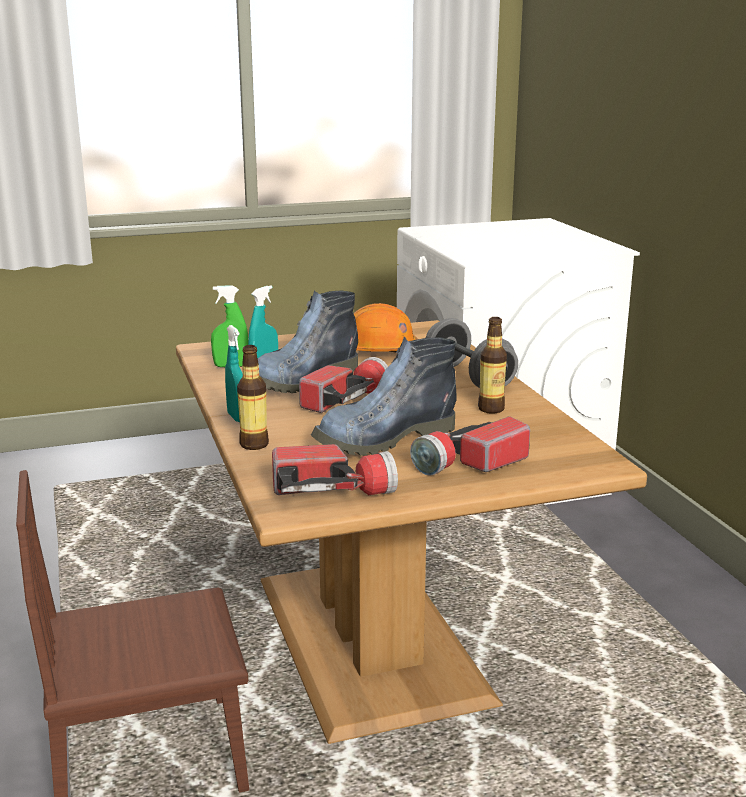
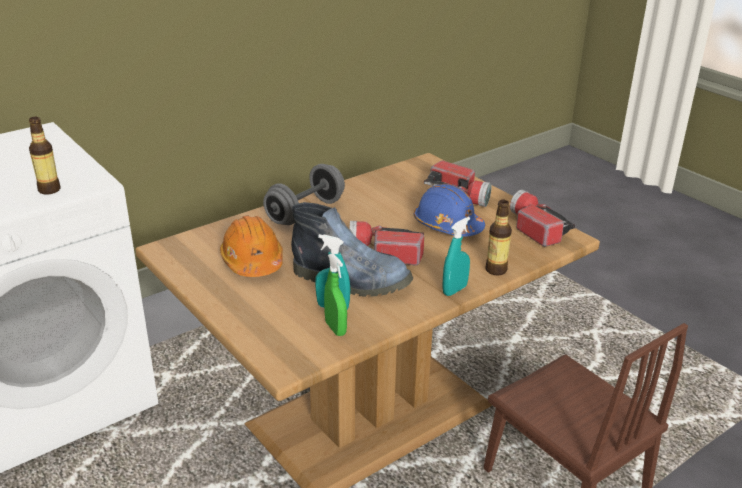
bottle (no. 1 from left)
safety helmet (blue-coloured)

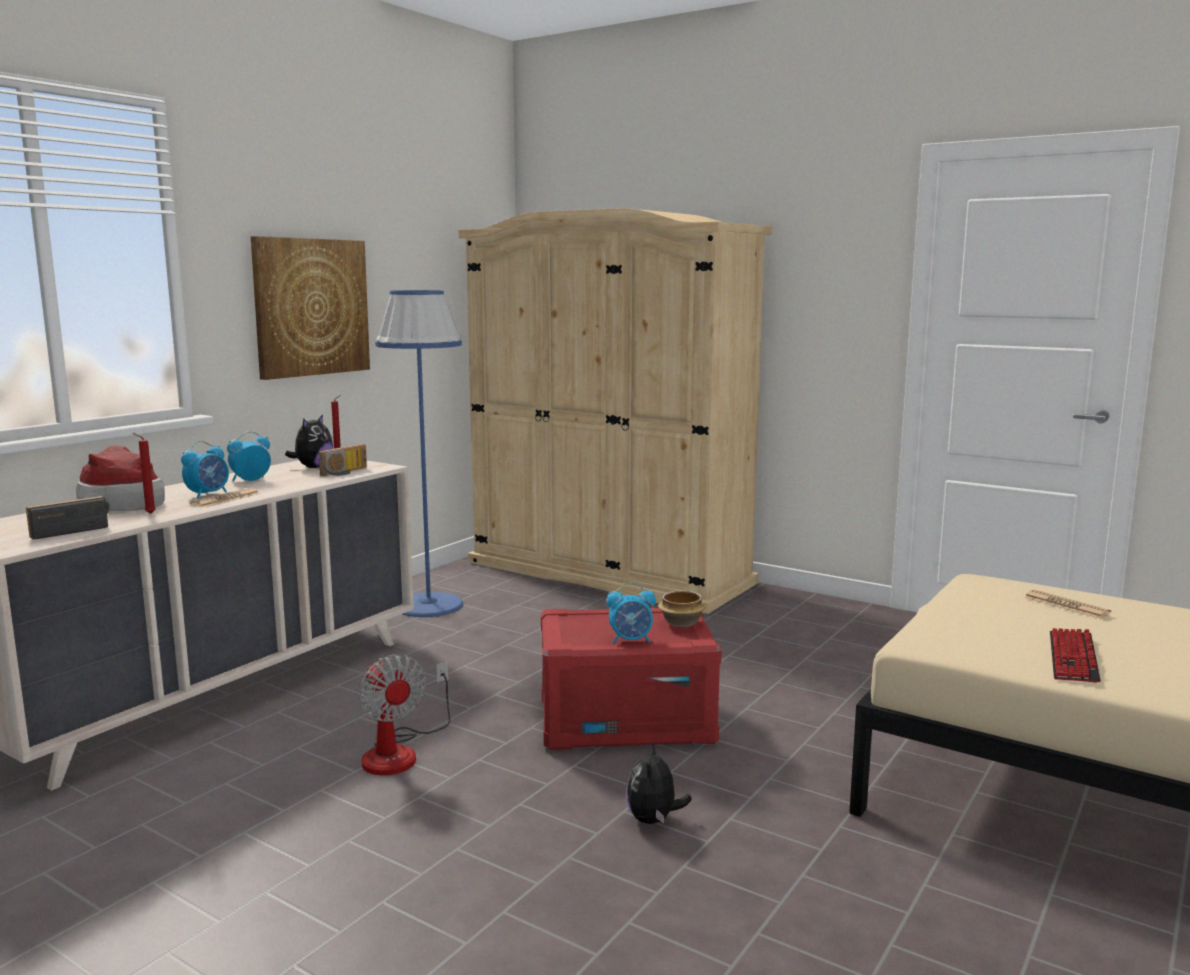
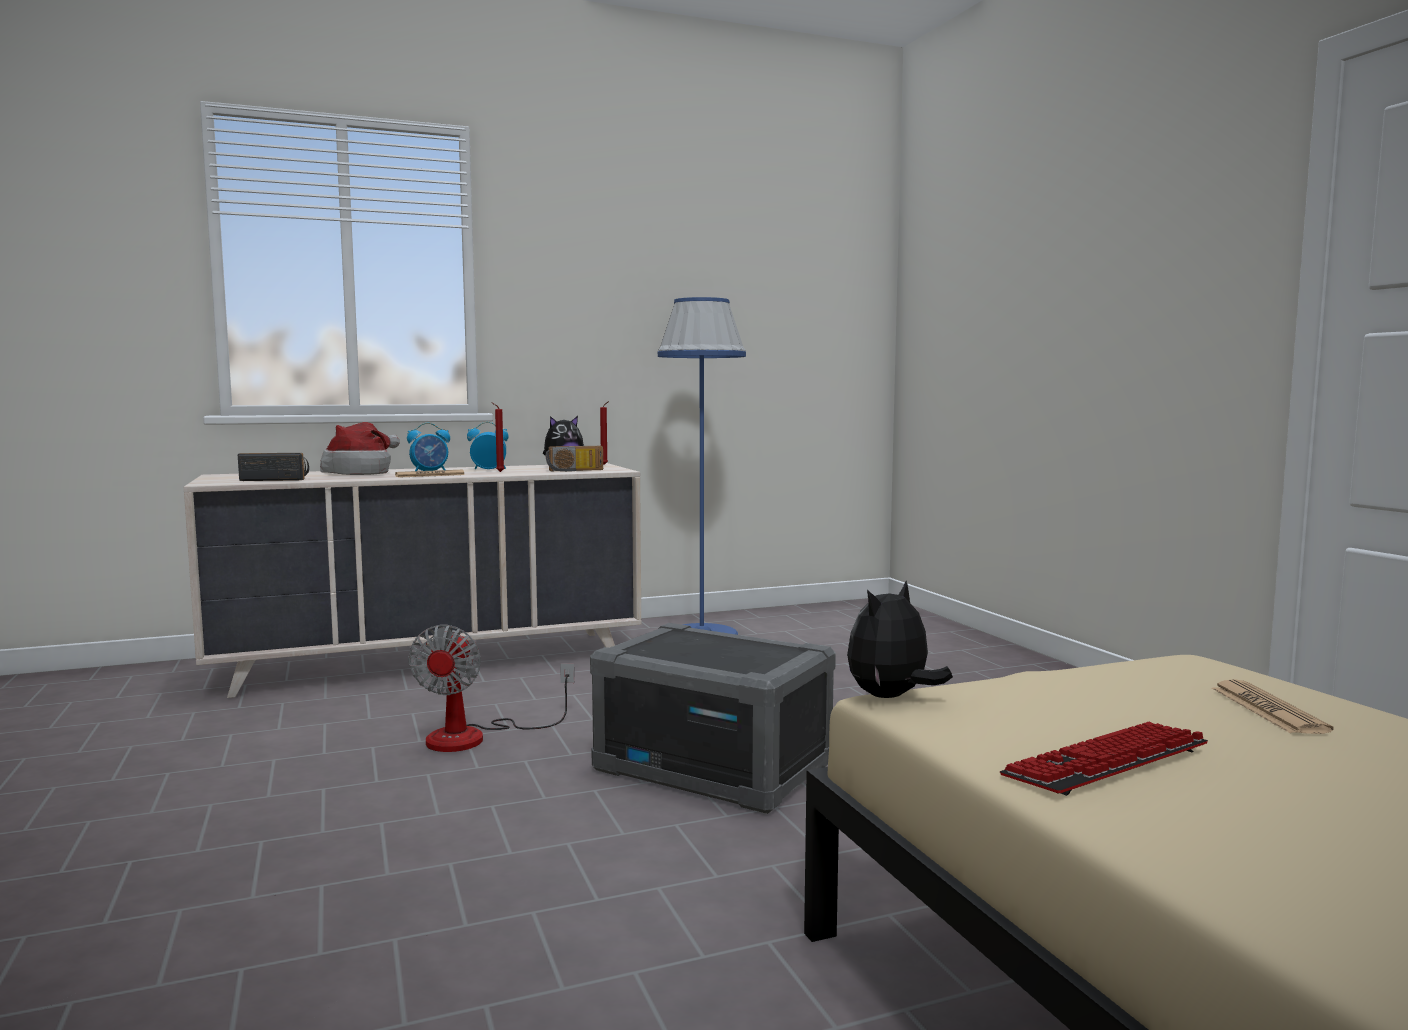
wax candle (red-coloured) (no. 1 from left)
storage box (grey)
cuddly toy (no. 2 from left)
wall art
wardrobe (beige)
table clock (no. 3 from left in the first image)
bowl

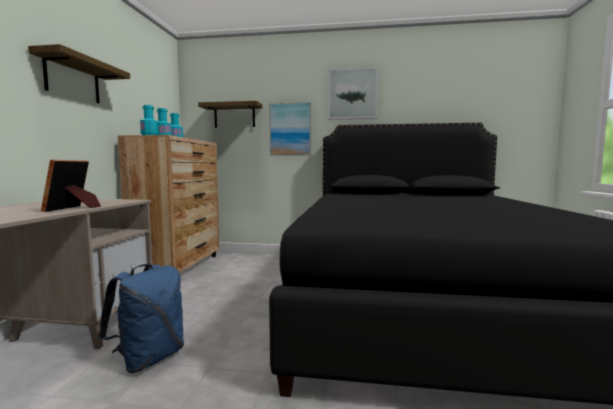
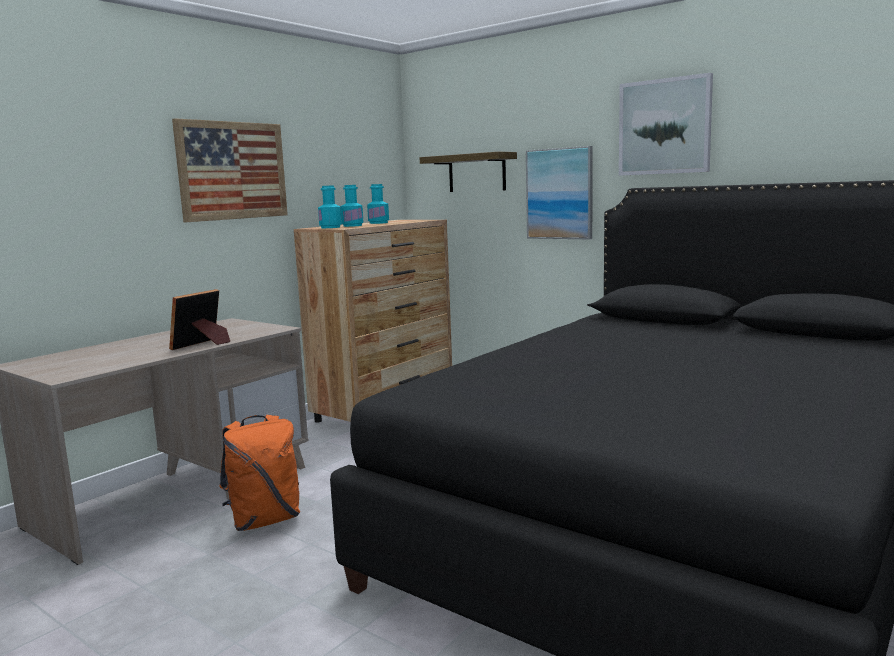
wall art (no. 1 from left)
rucksack (orange)

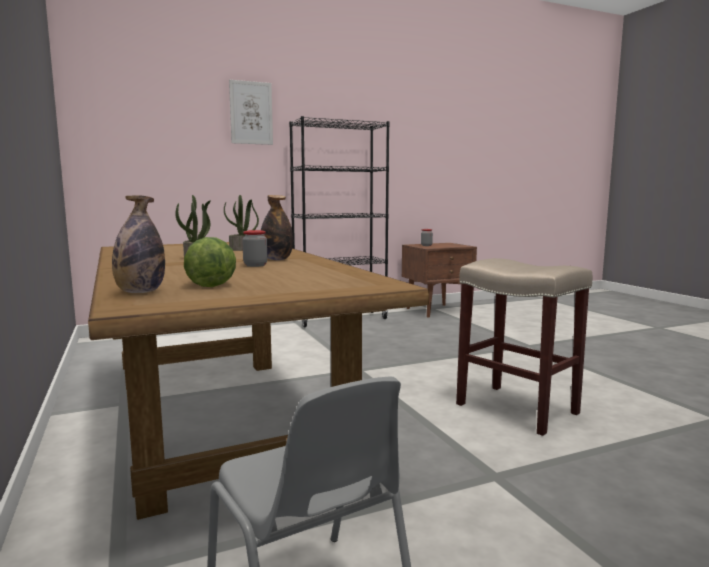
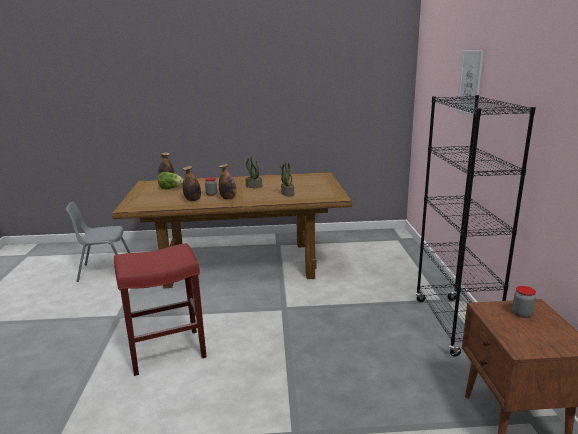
stool (red-coloured)
bottle (no. 2 from left)

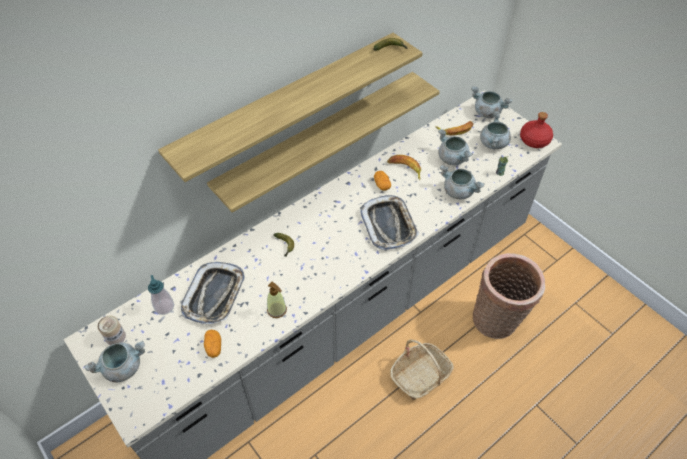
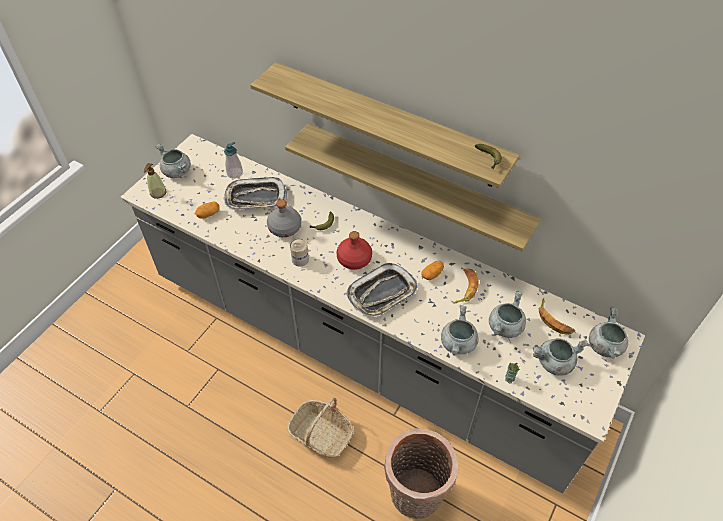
soap bottle (no. 1 from left)
bottle (grey)
metal can
bottle (red-coloured)

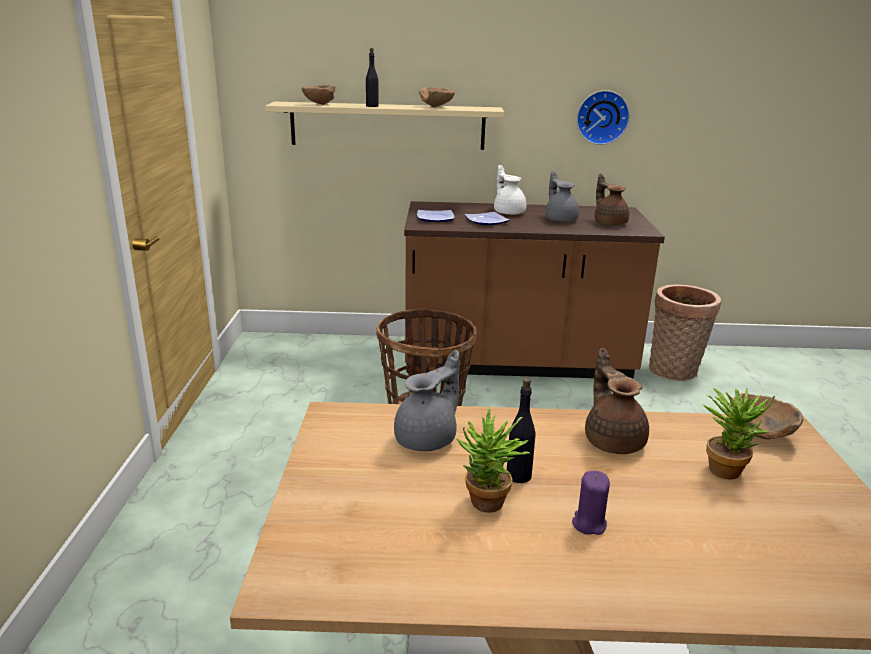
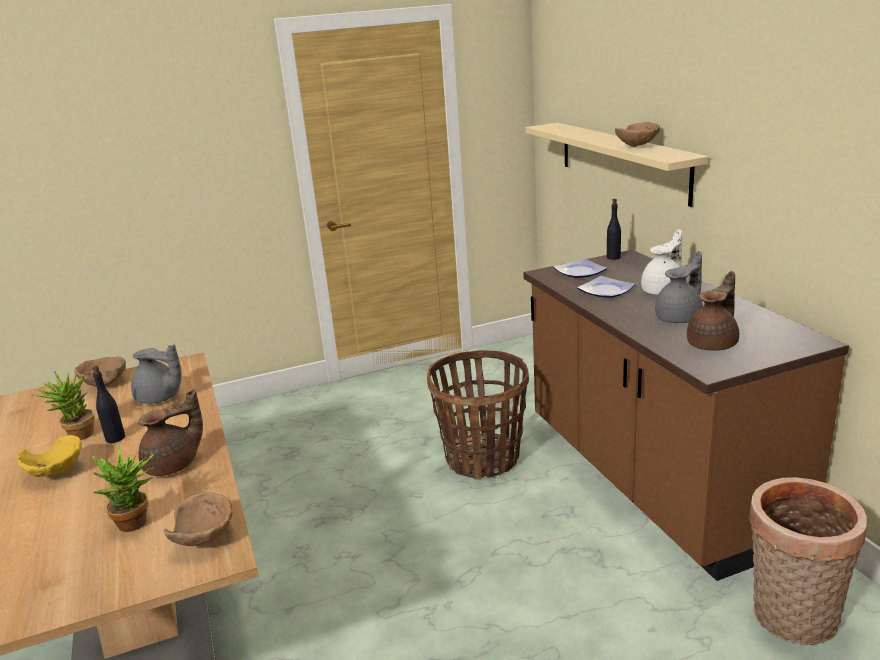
bowl (yellow-coloured)
bowl (brown) (no. 1 from left)
bottle (black-coloured) (no. 2 from left)
wall clock

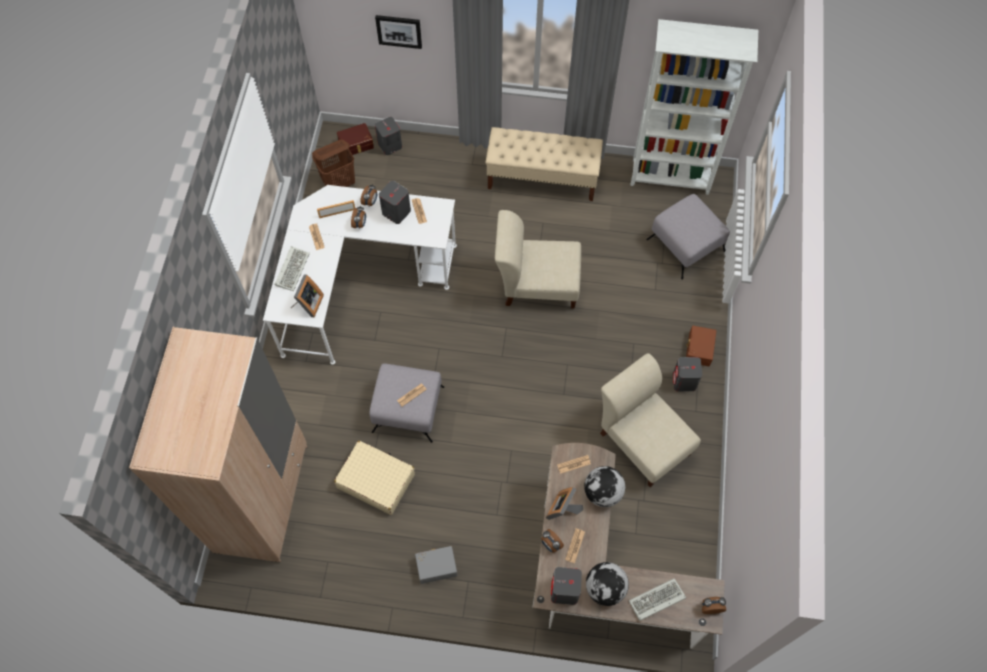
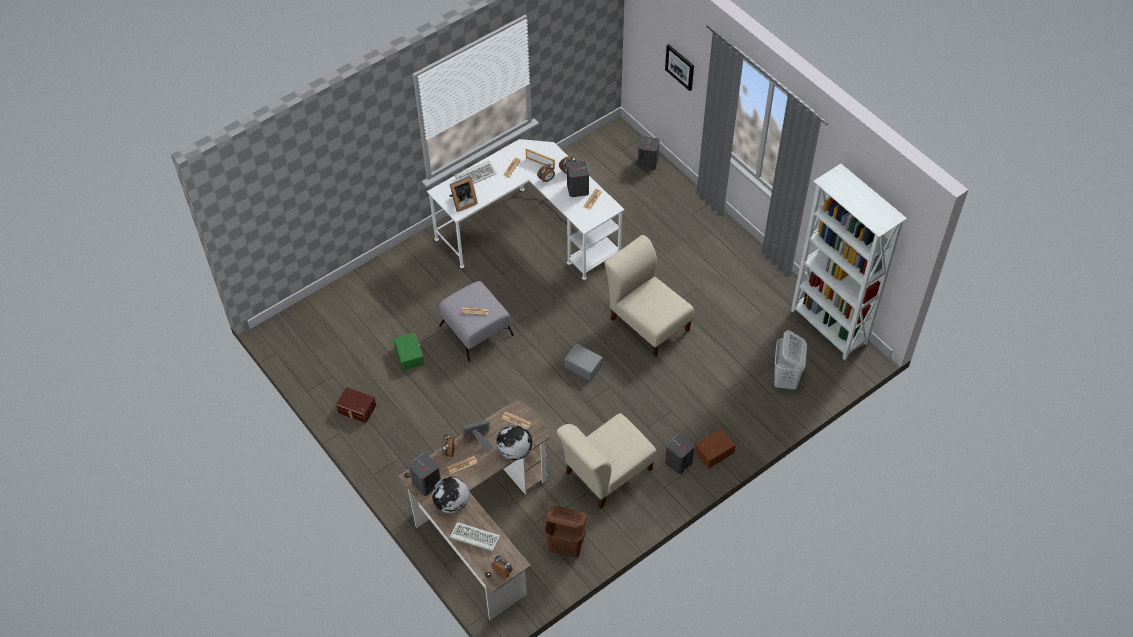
storage box (brown) (no. 1 from left)
storage box (green-coloured)
hamper (brown)
plain chair (beige) (no. 1 from left)
storage box (grey)
hamper (white-coloured)
wardrobe (beige)
bench (beige)

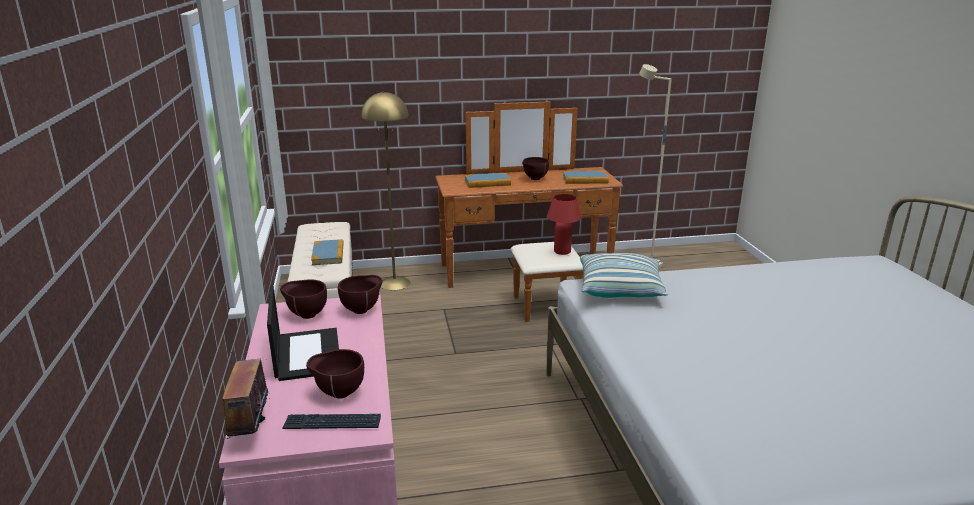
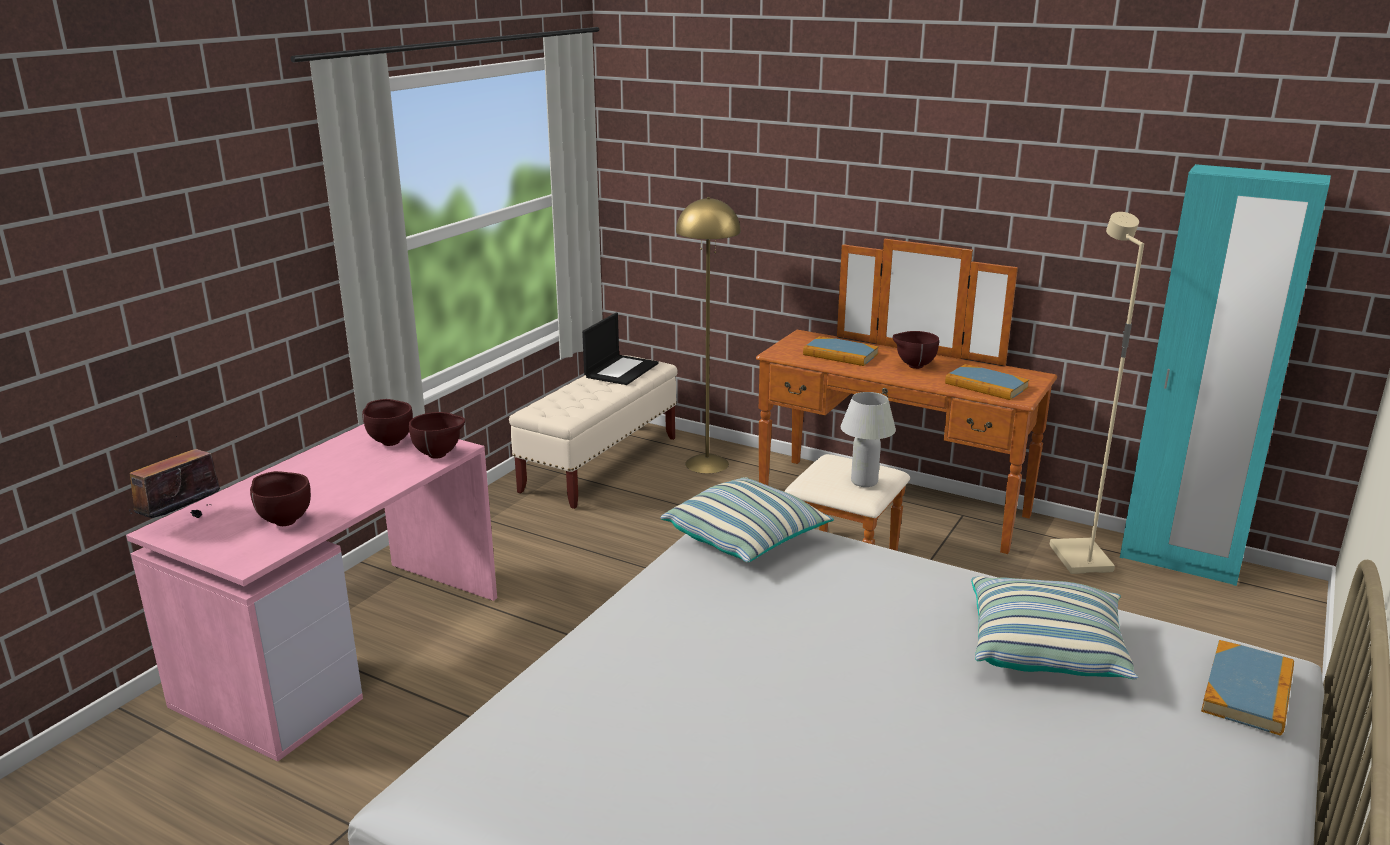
notebook computer
lamp for a table (white-coloured)
throw pillow (no. 2 from left)
wardrobe (turquoise-coloured)
bound book (no. 3 from left)
computer keyboard

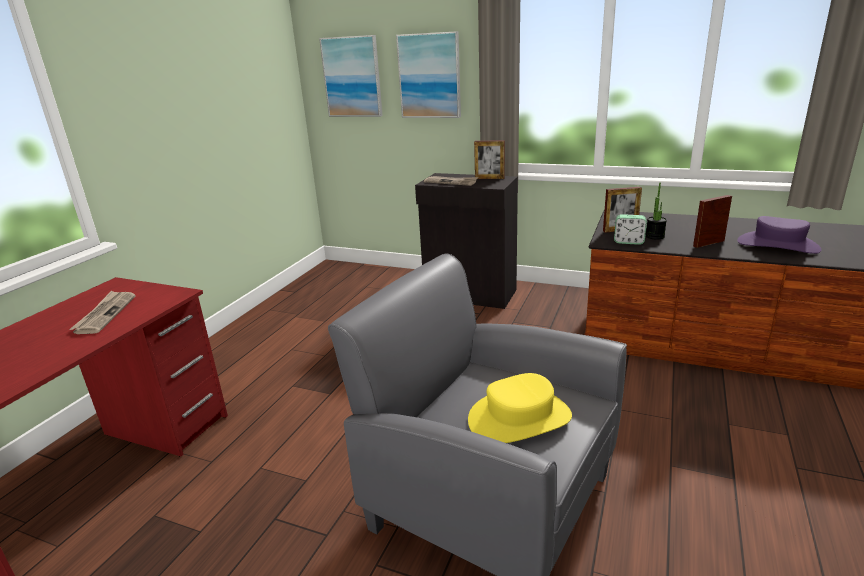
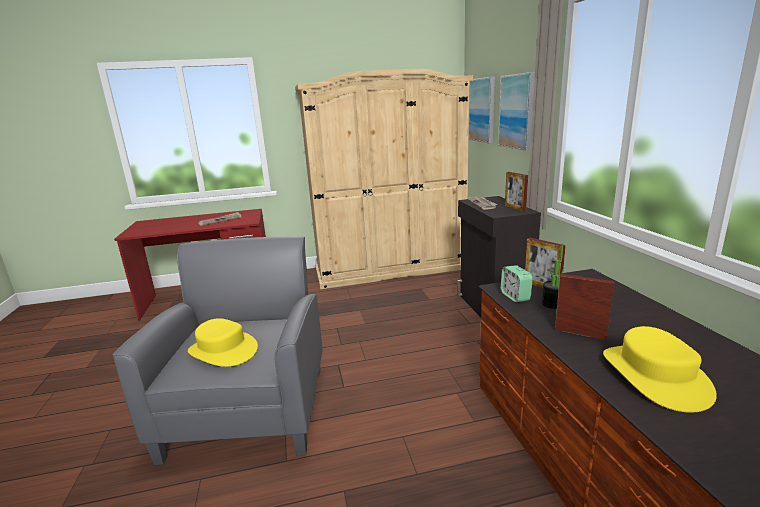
wardrobe (beige)
clothing hat (yellow-coloured) (no. 2 from left)

